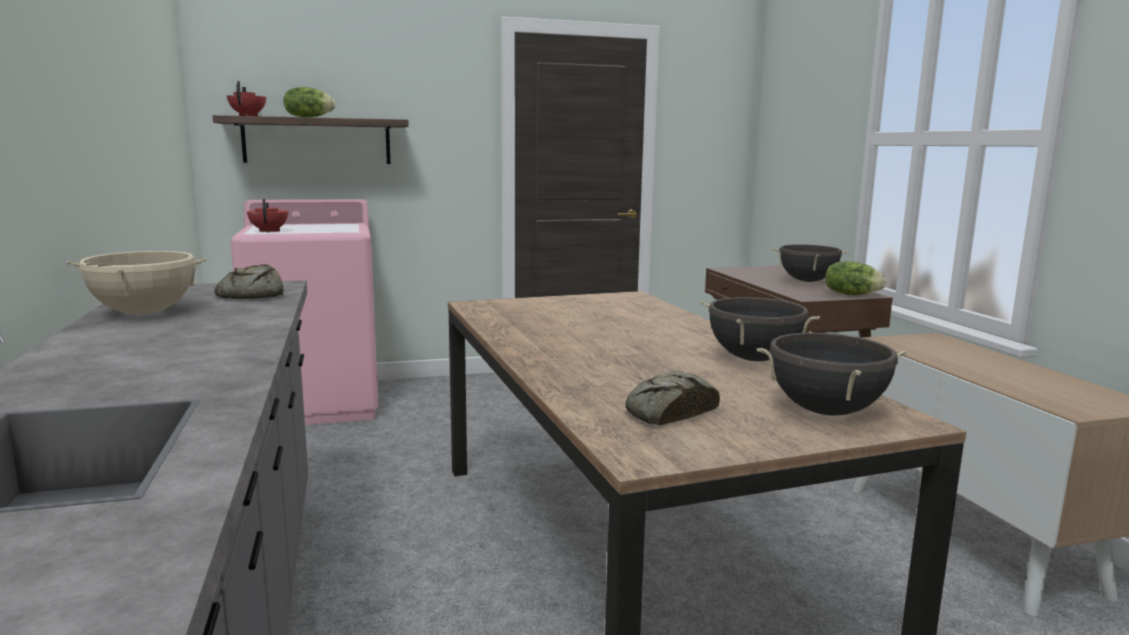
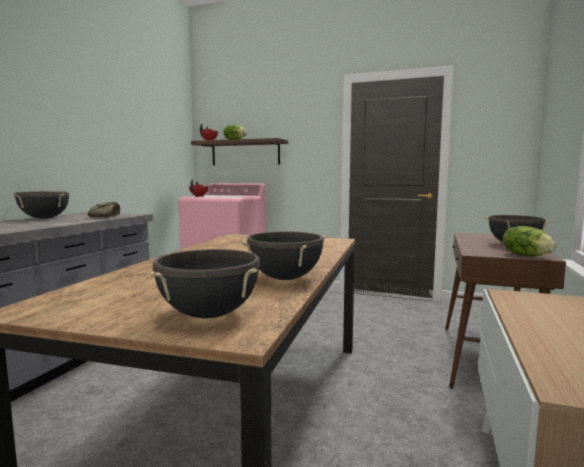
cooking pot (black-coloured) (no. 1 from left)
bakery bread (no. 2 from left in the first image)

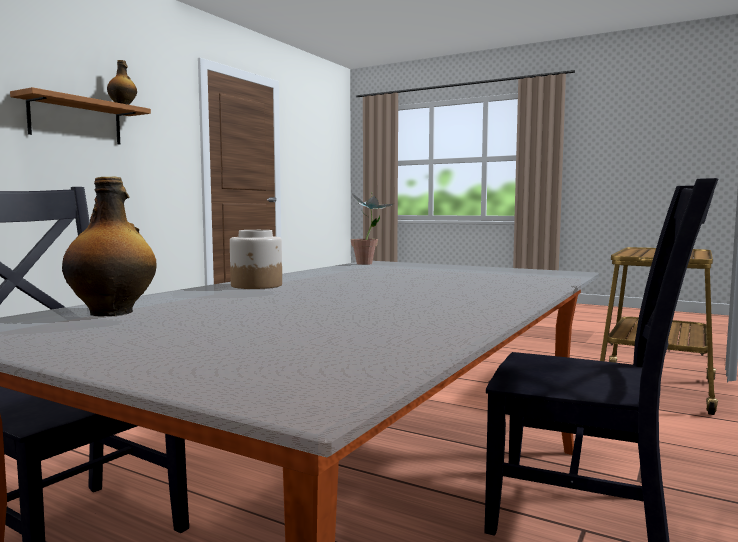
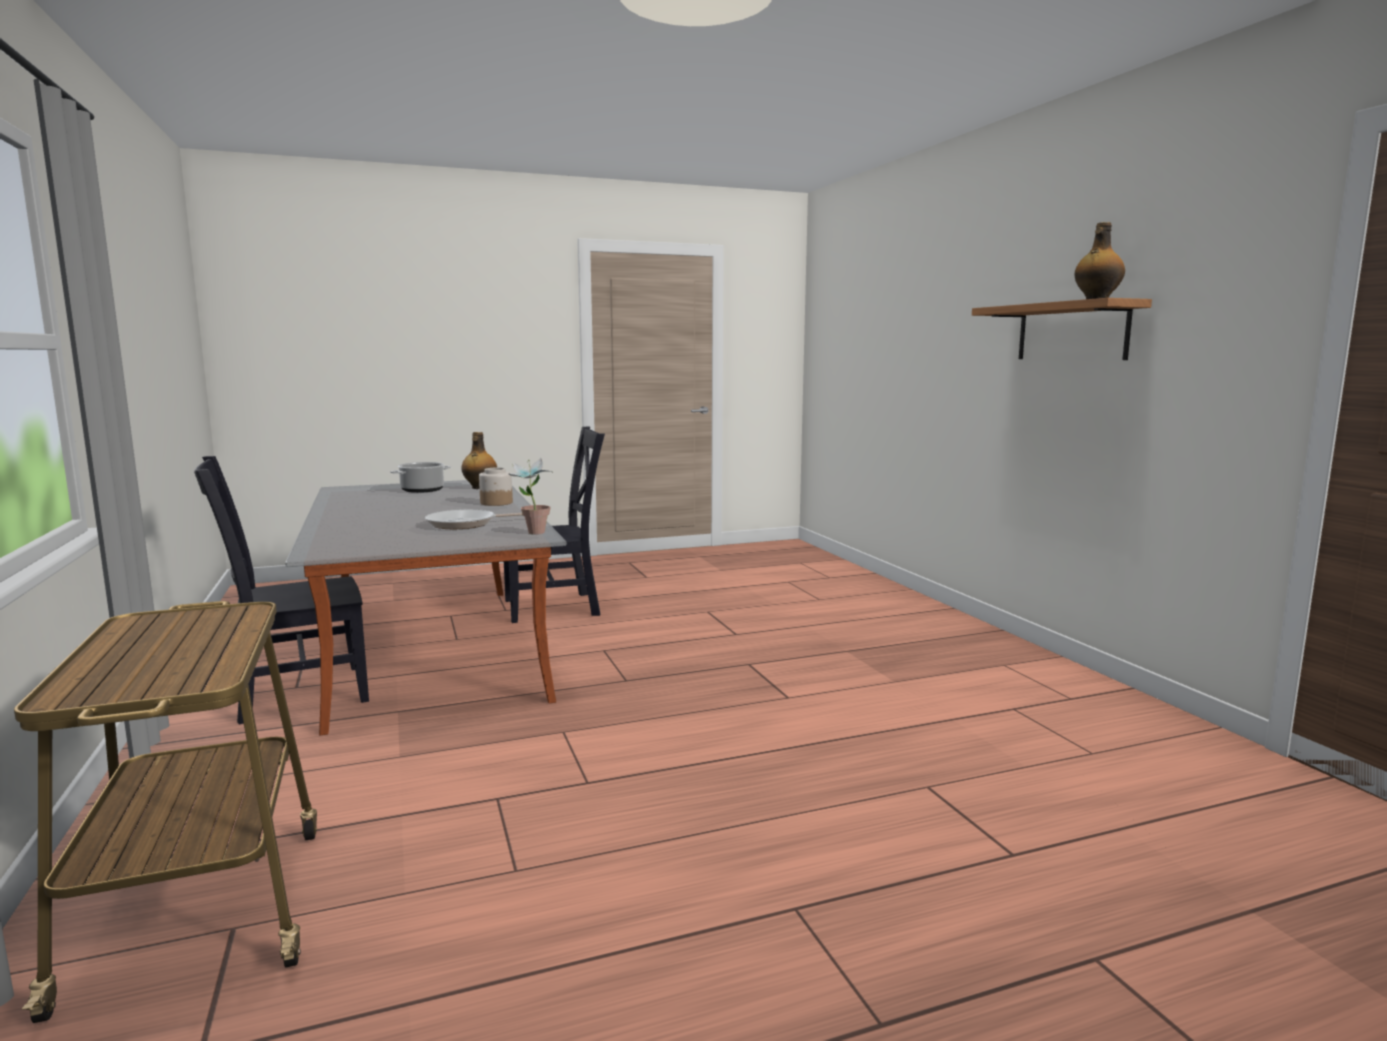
cooking pot
frying pan

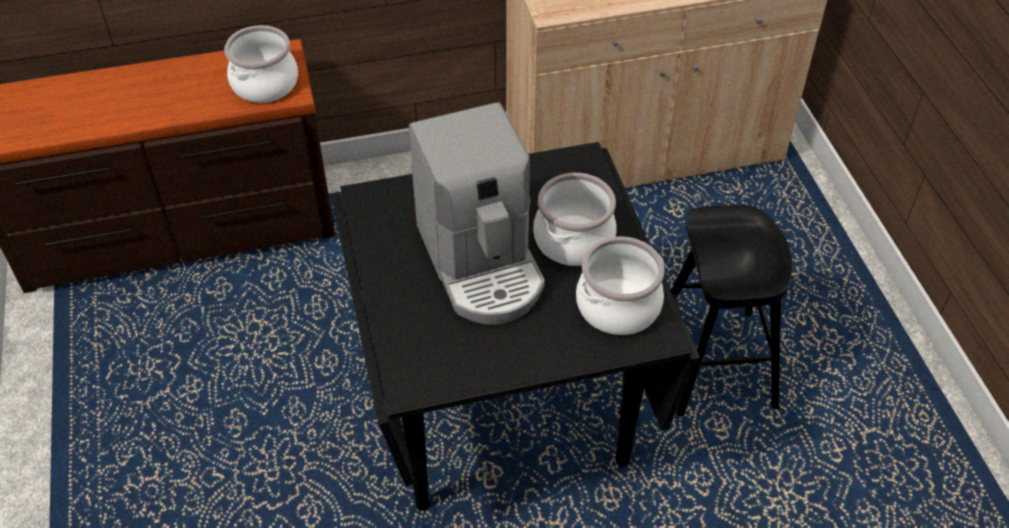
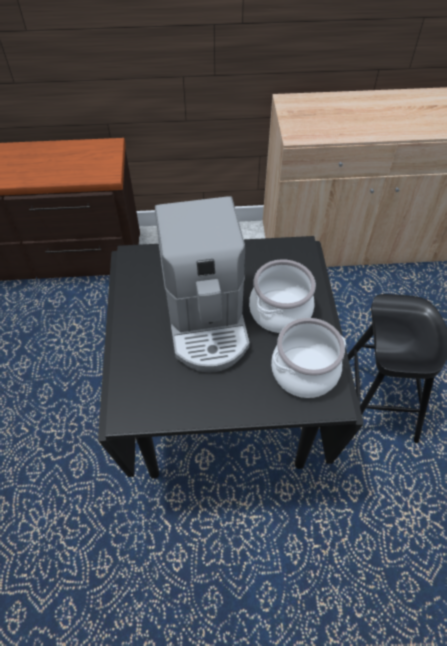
cooking pot (no. 1 from left in the first image)

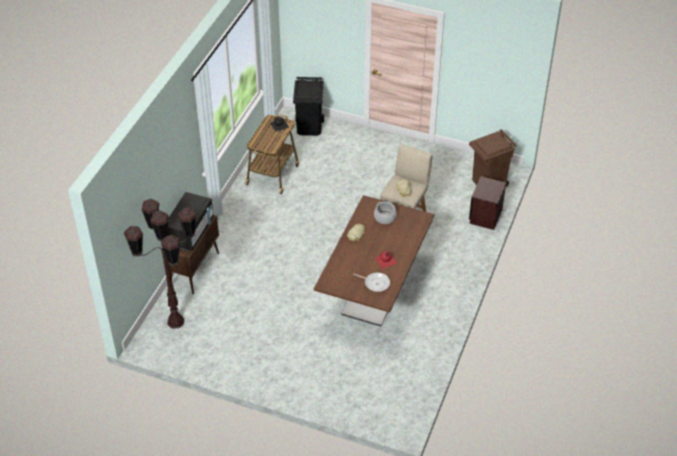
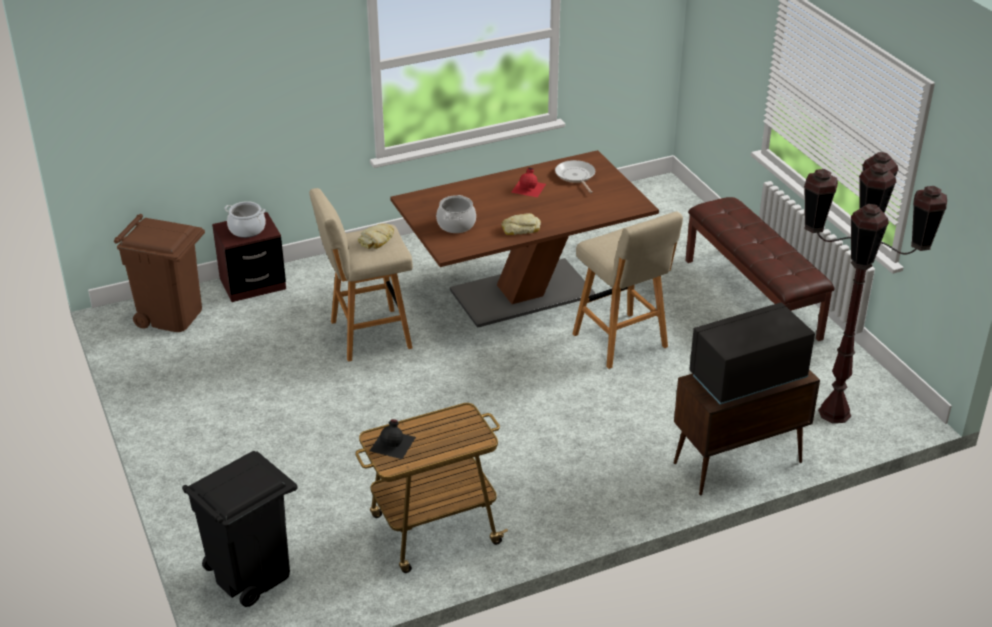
cooking pot (no. 1 from left)
stool (beige) (no. 2 from left)
bench (brown)

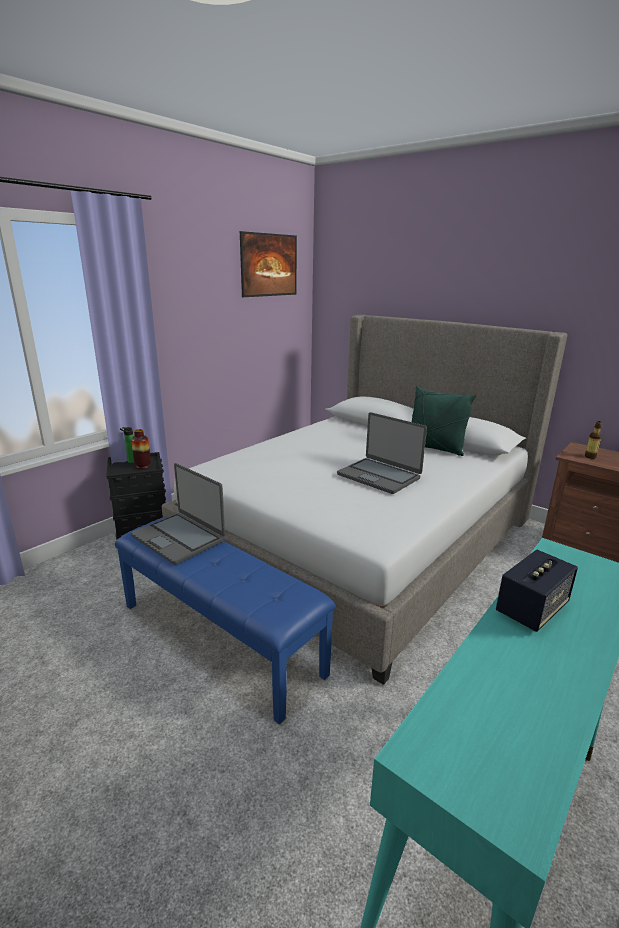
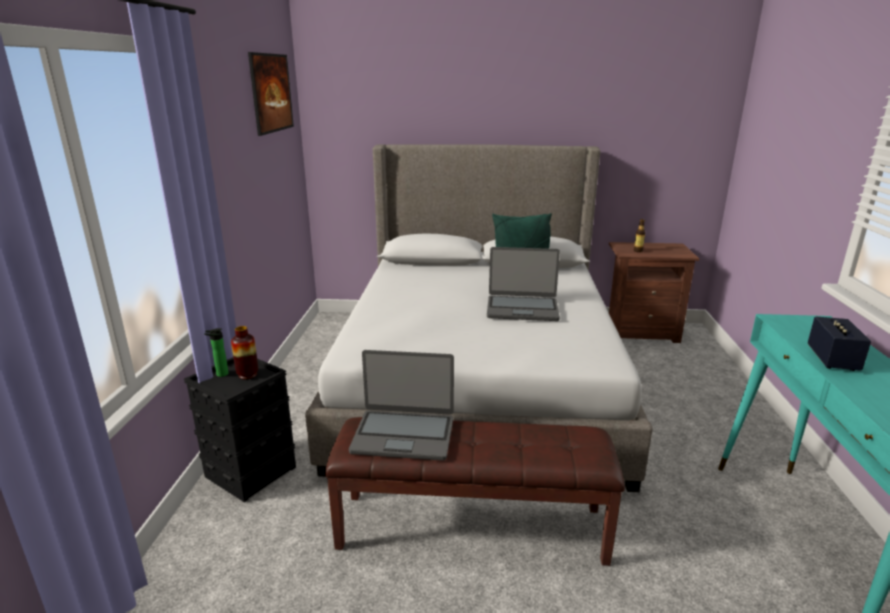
bench (brown)

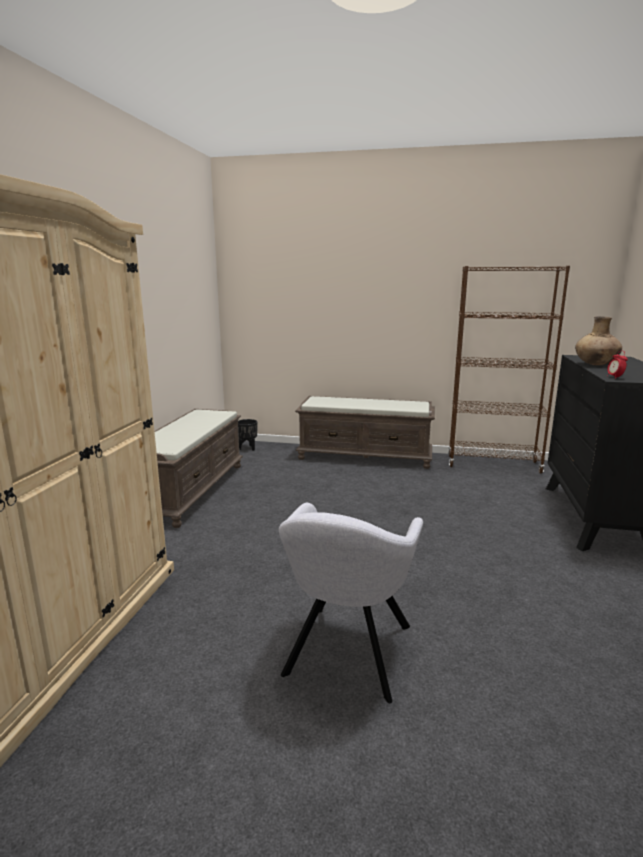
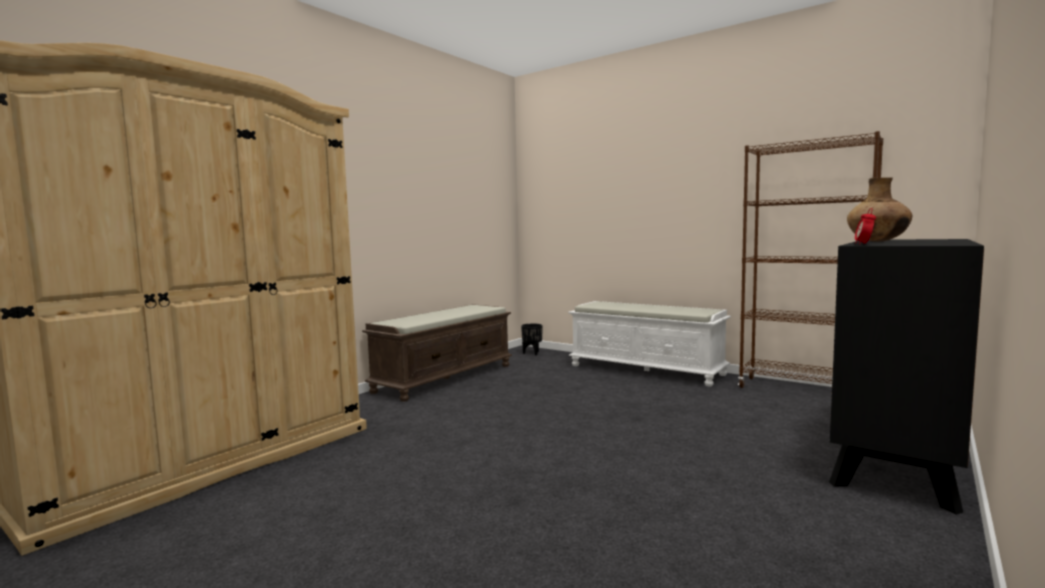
bench (white-coloured)
easy chair (grey)

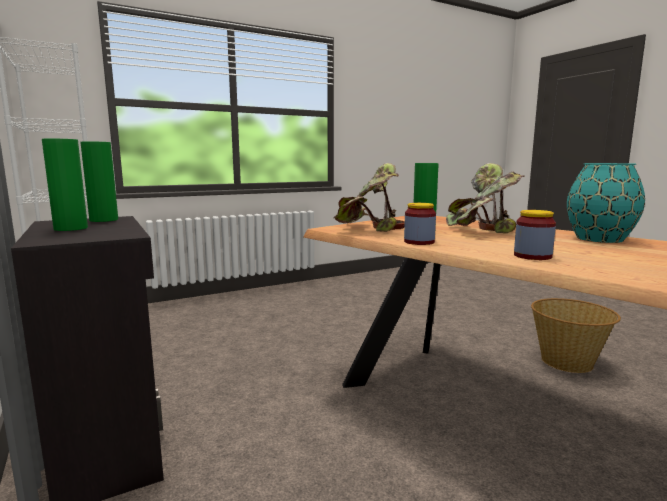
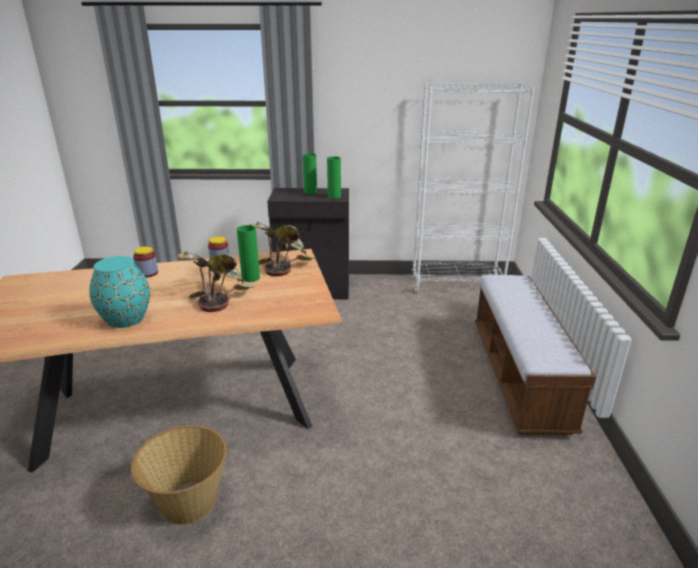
bench

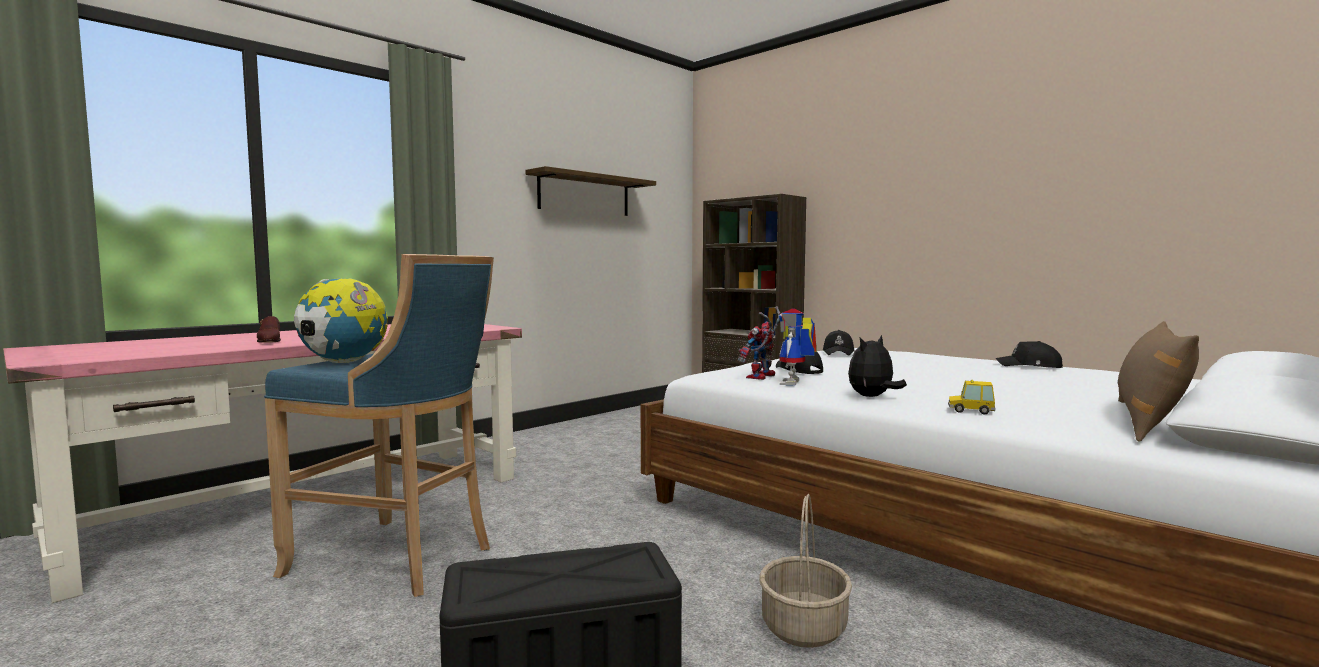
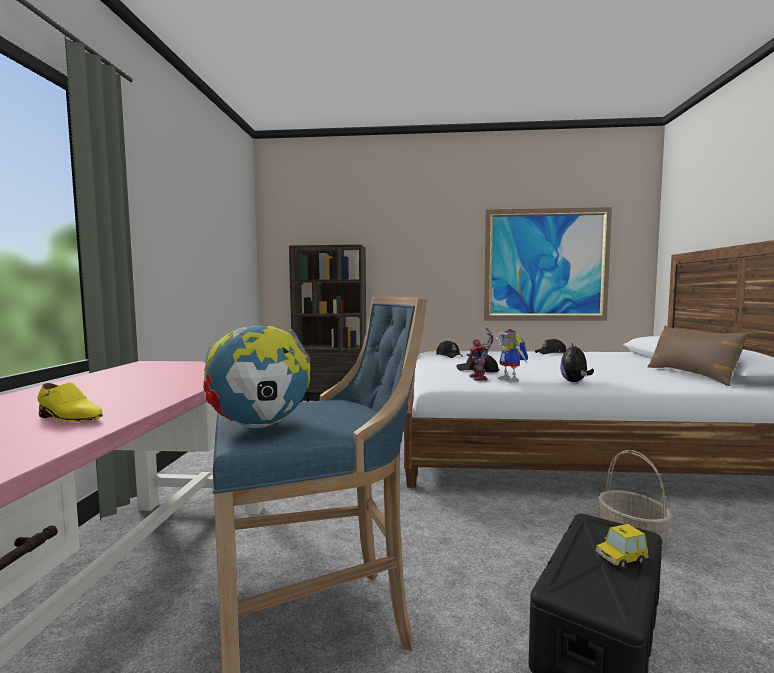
item of footwear (yellow-coloured)
wall art
model car
bracket shelf

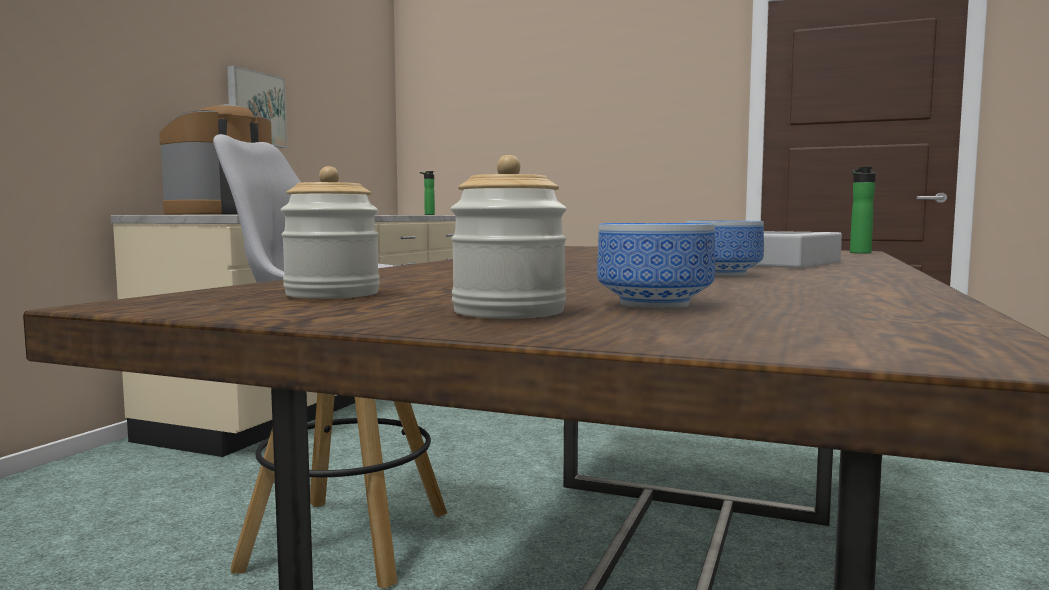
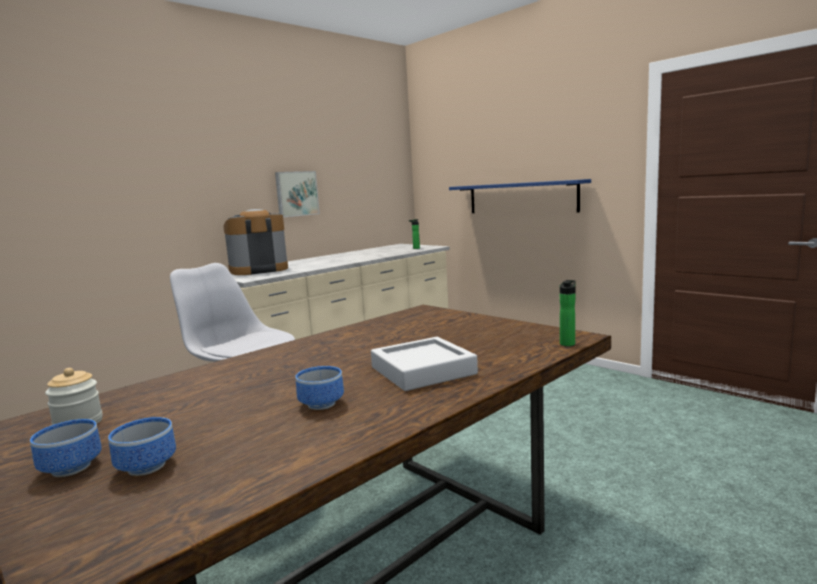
bowl (no. 1 from left)
bracket shelf (blue-coloured)

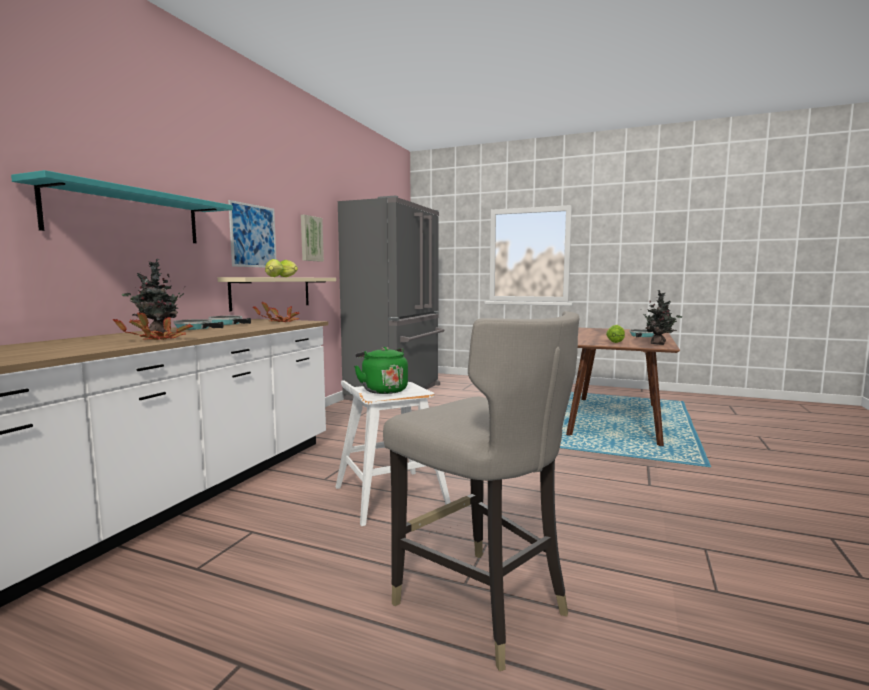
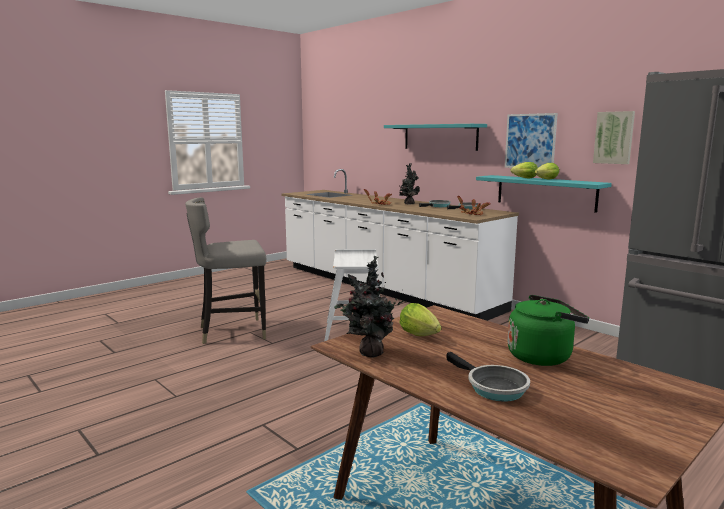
bracket shelf (turquoise-coloured) (no. 2 from left)
water kettle (green-coloured)

